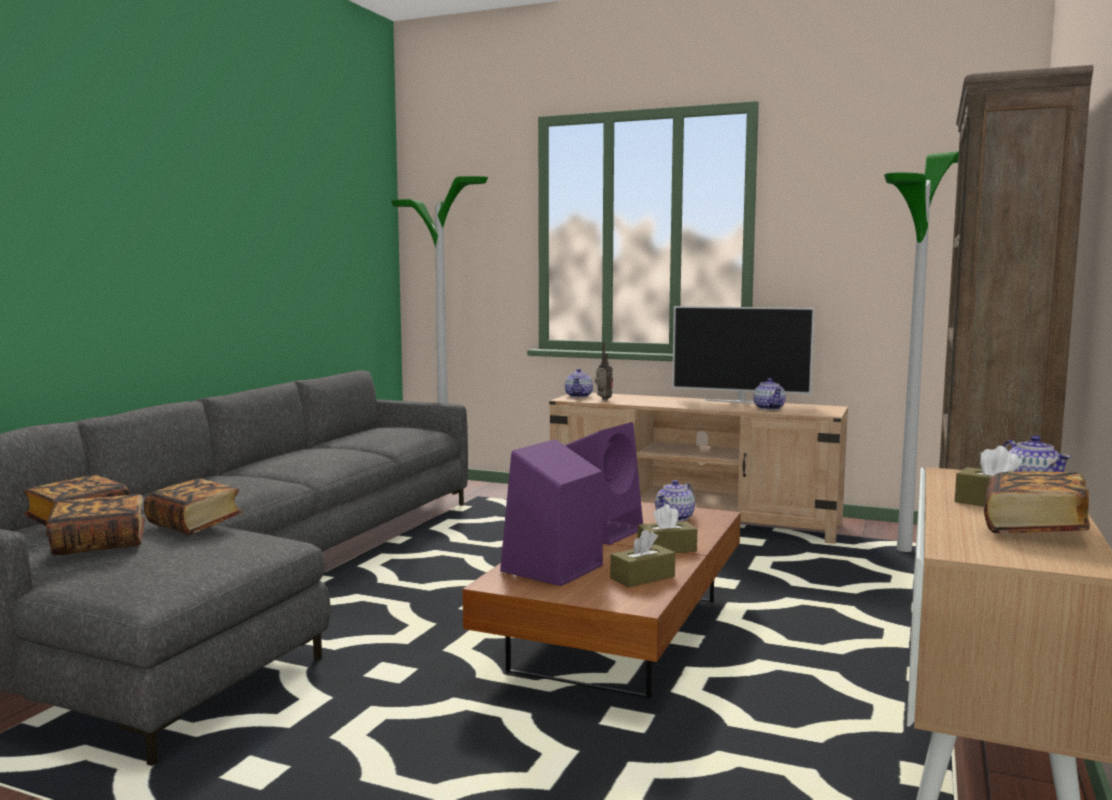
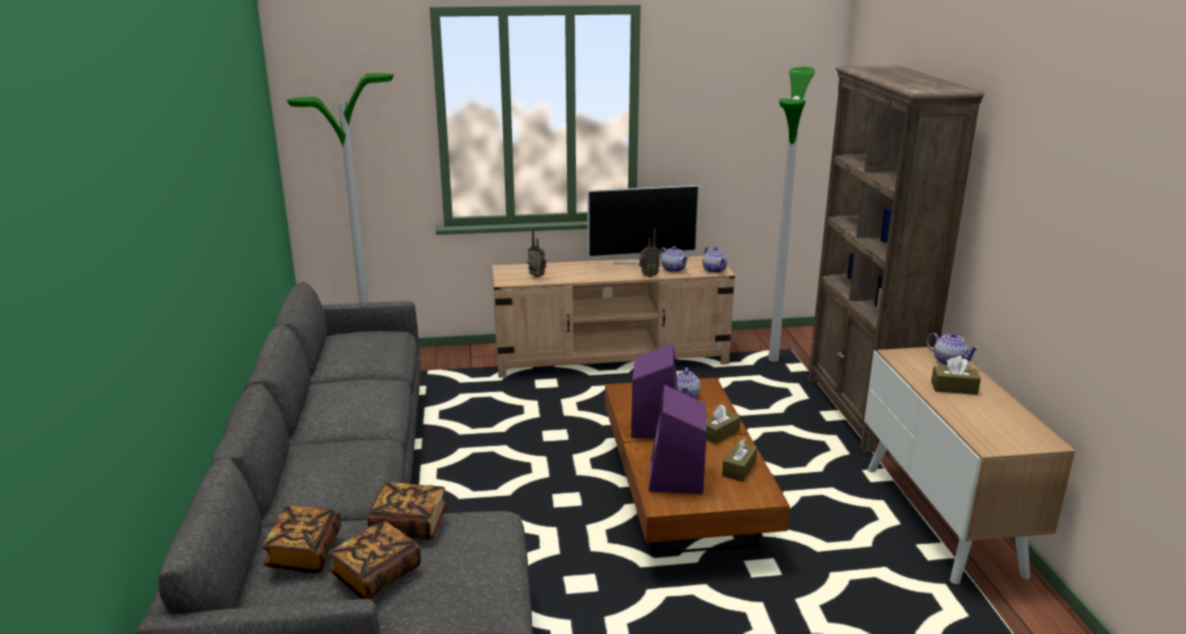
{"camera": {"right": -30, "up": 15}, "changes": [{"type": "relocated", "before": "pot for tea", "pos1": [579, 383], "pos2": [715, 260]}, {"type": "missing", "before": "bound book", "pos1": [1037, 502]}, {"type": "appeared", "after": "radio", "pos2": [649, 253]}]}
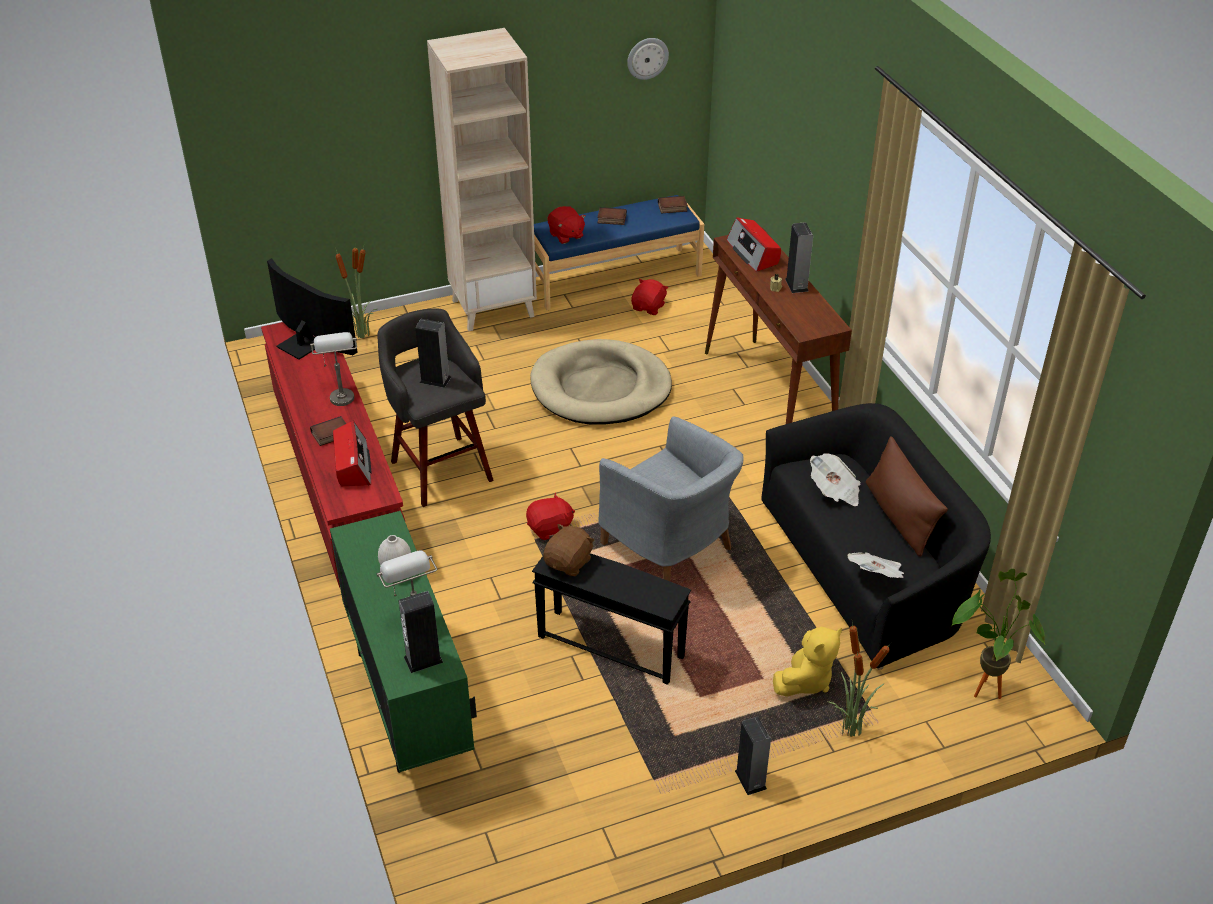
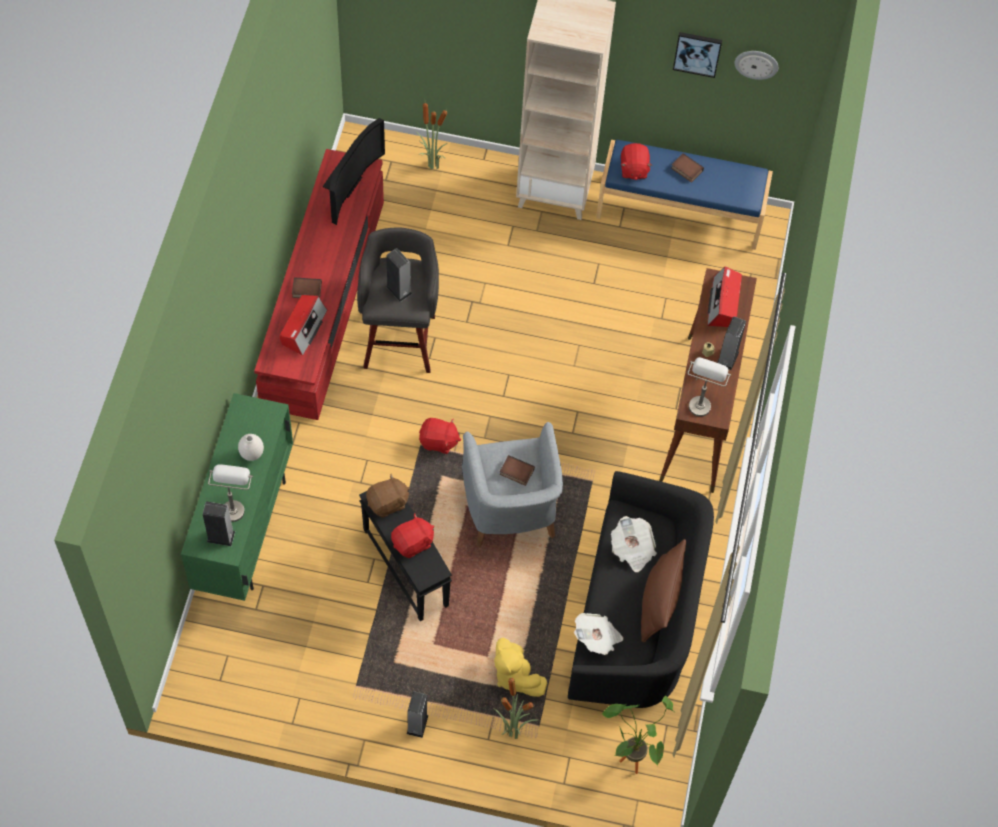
{"camera": {"right": 30, "up": 20}, "changes": [{"type": "relocated", "before": "bound book", "pos1": [673, 204], "pos2": [517, 470]}, {"type": "spun", "before": "TV set", "pos1": [312, 309], "pos2": [354, 171], "turn": 45}, {"type": "relocated", "before": "reddish plush toy", "pos1": [649, 297], "pos2": [412, 535]}, {"type": "relocated", "before": "grey tabletop lamp", "pos1": [333, 369], "pos2": [709, 387]}, {"type": "missing", "before": "sand-coloured dog cushion", "pos1": [601, 382]}, {"type": "spun", "before": "yellow plush toy", "pos1": [807, 661], "pos2": [520, 667], "turn": 75}, {"type": "appeared", "after": "wall picture", "pos2": [697, 55]}]}
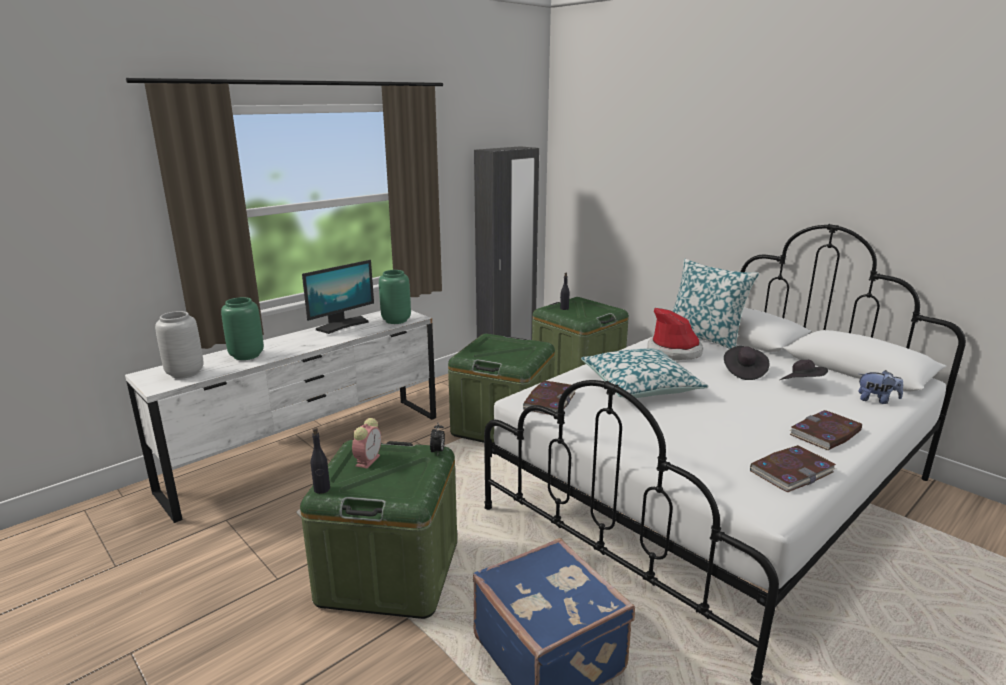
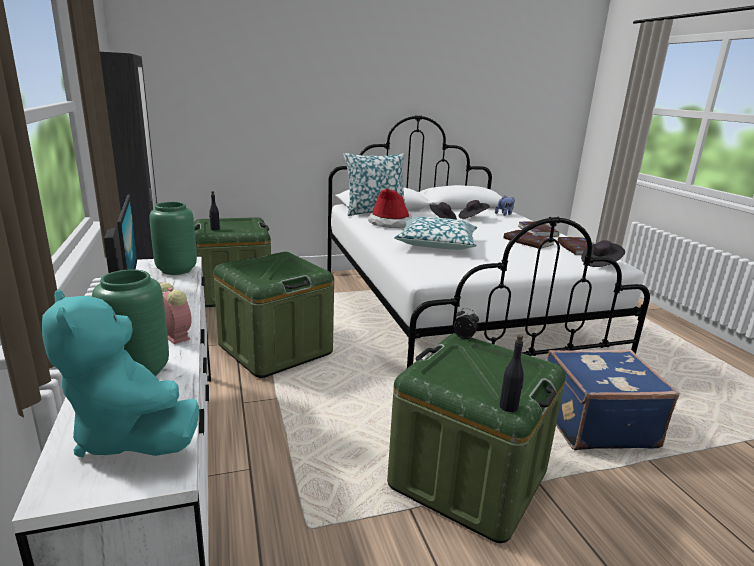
{"camera": {"right": -65, "up": 0}, "changes": [{"type": "exchanged", "before": "grey decorative vase", "after": "turquoise-coloured plush toy", "pos1": [179, 345], "pos2": [120, 373]}, {"type": "relocated", "before": "bound book", "pos1": [550, 397], "pos2": [529, 239]}, {"type": "relocated", "before": "bedside clock", "pos1": [366, 443], "pos2": [176, 313]}, {"type": "appeared", "after": "black-coloured hat", "pos2": [603, 253]}]}
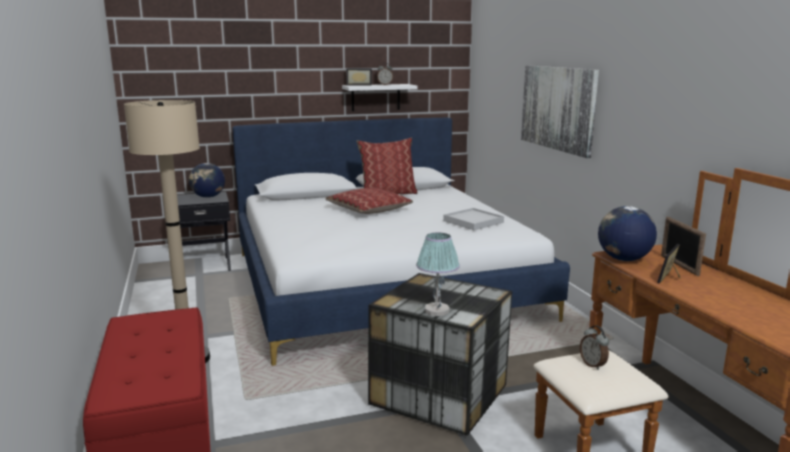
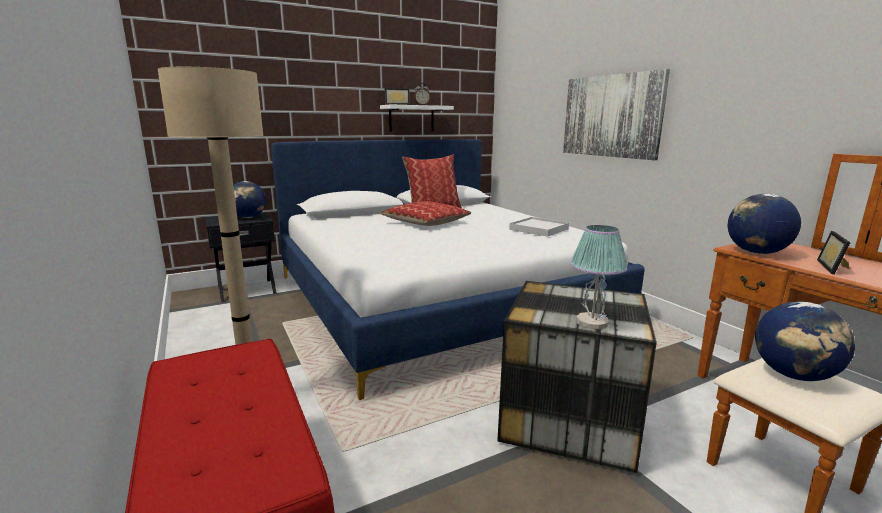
{"camera": {"right": -10, "up": 0}, "changes": [{"type": "missing", "before": "picture frame", "pos1": [683, 246]}, {"type": "exchanged", "before": "bedside clock", "after": "desk globe", "pos1": [594, 347], "pos2": [805, 341]}]}
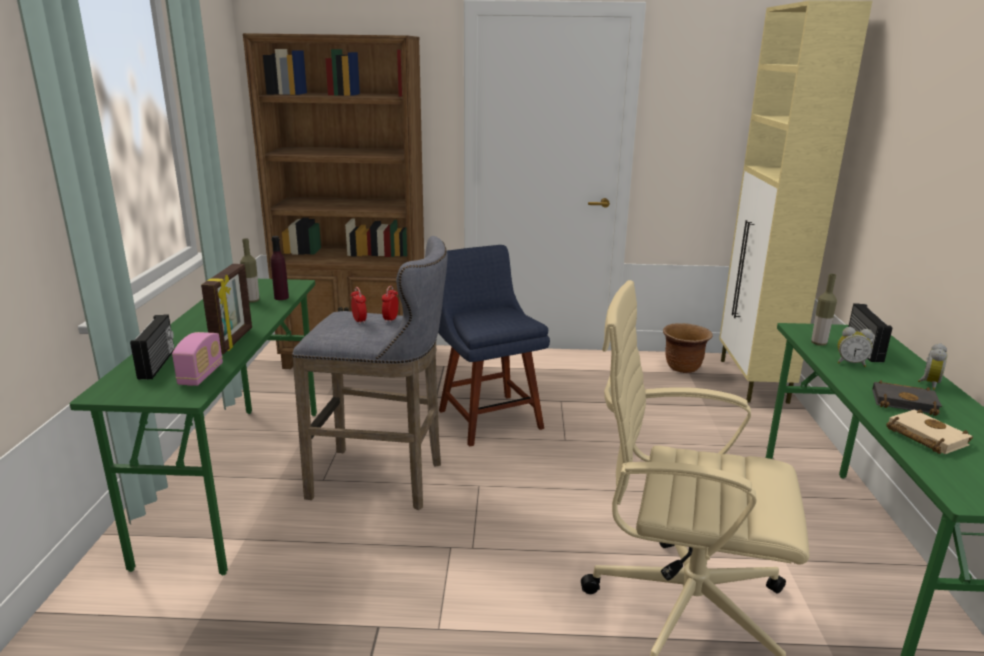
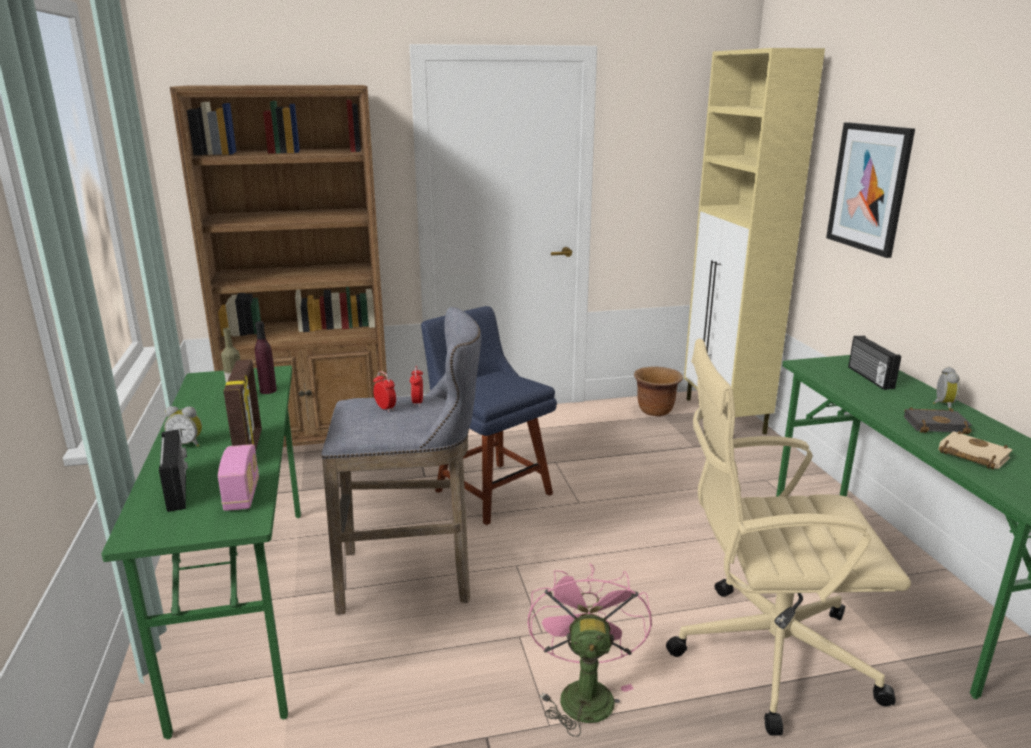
{"camera": {"right": -15, "up": 0}, "changes": [{"type": "missing", "before": "beverage bottle", "pos1": [824, 310]}, {"type": "relocated", "before": "bedside clock", "pos1": [855, 347], "pos2": [183, 426]}, {"type": "appeared", "after": "wall picture", "pos2": [870, 190]}, {"type": "appeared", "after": "pink-coloured cooling fan", "pos2": [590, 650]}]}
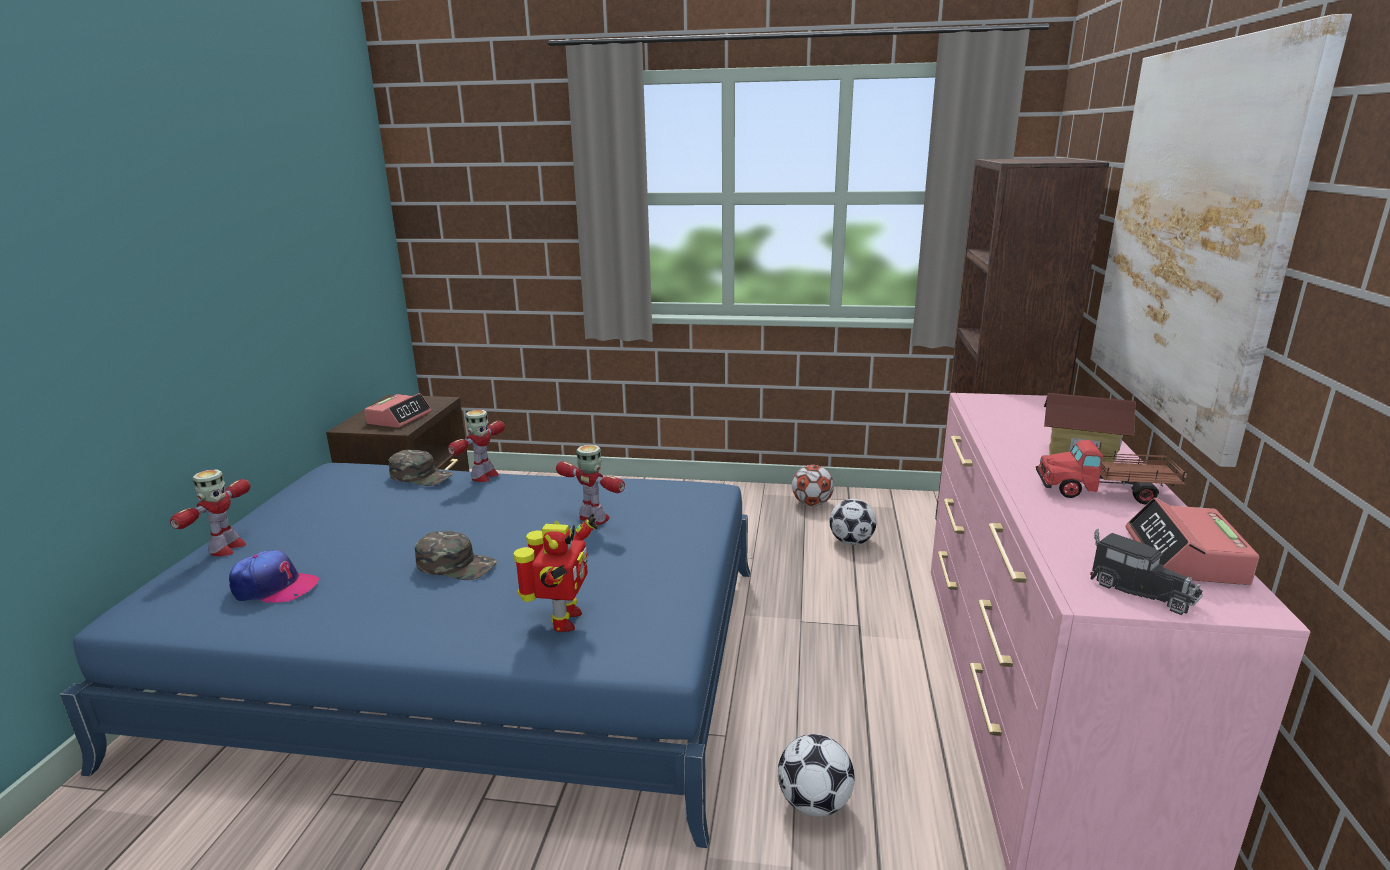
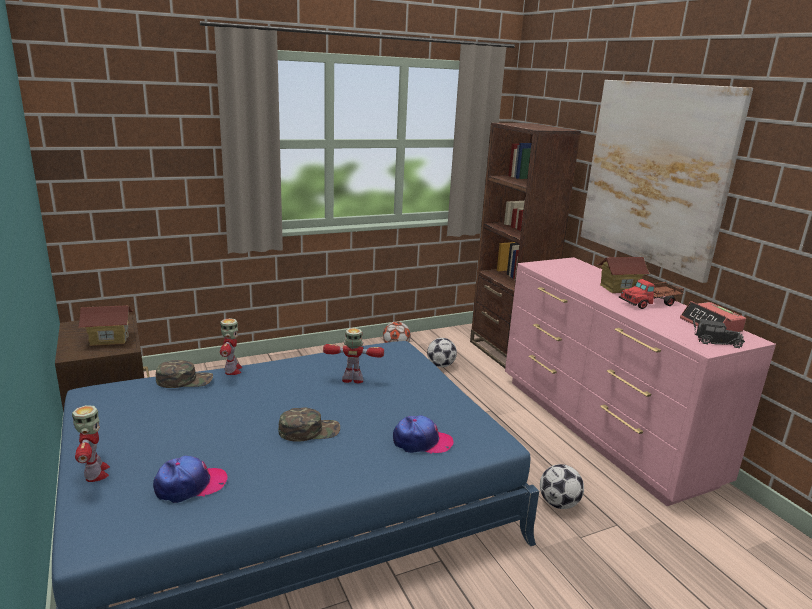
{"camera": {"right": -35, "up": 0}, "changes": [{"type": "exchanged", "before": "bedside clock", "after": "miniature house", "pos1": [398, 410], "pos2": [105, 325]}, {"type": "exchanged", "before": "toy robot", "after": "cap", "pos1": [556, 572], "pos2": [423, 434]}]}
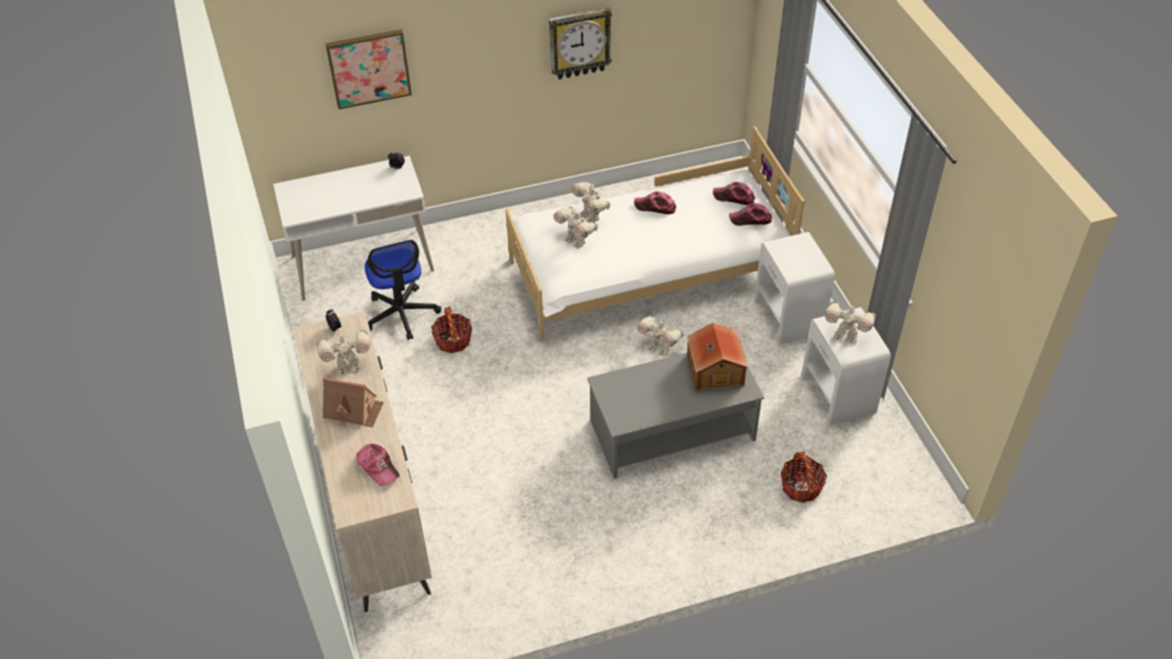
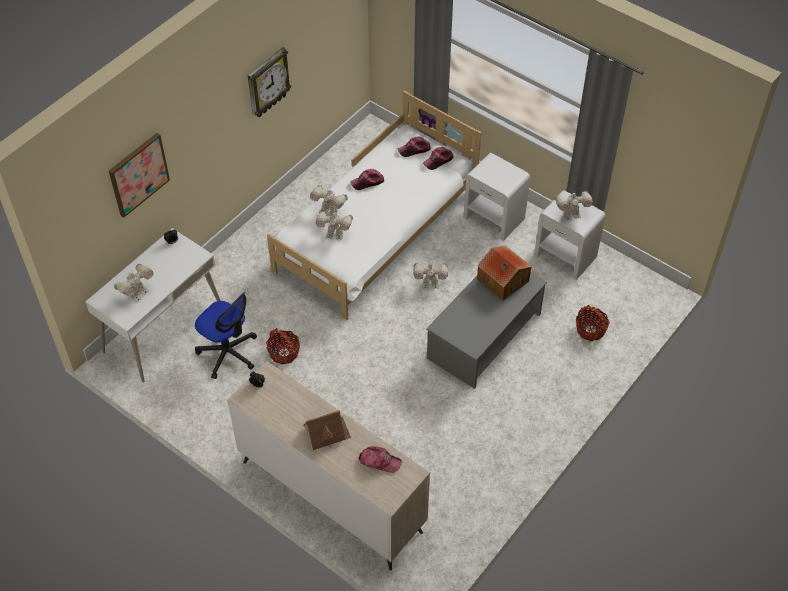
{"camera": {"right": -35, "up": 5}, "changes": [{"type": "relocated", "before": "toy robot", "pos1": [343, 352], "pos2": [134, 283]}]}
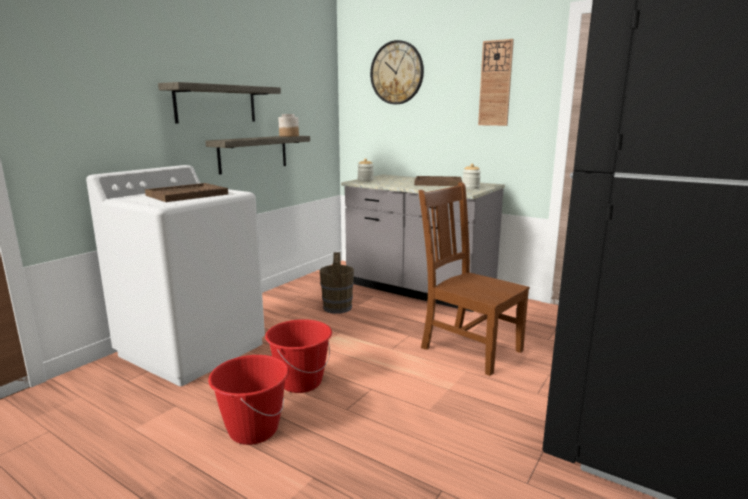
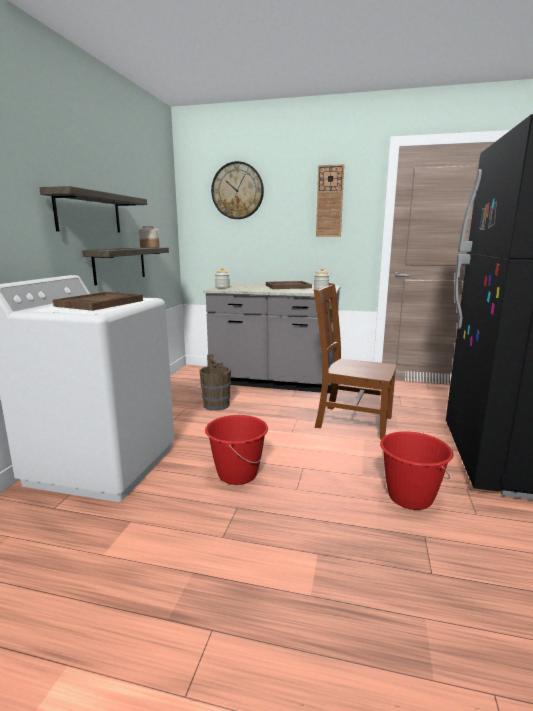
{"camera": {"right": -20, "up": 0}, "changes": [{"type": "relocated", "before": "reddish water bucket", "pos1": [248, 400], "pos2": [417, 470]}]}
